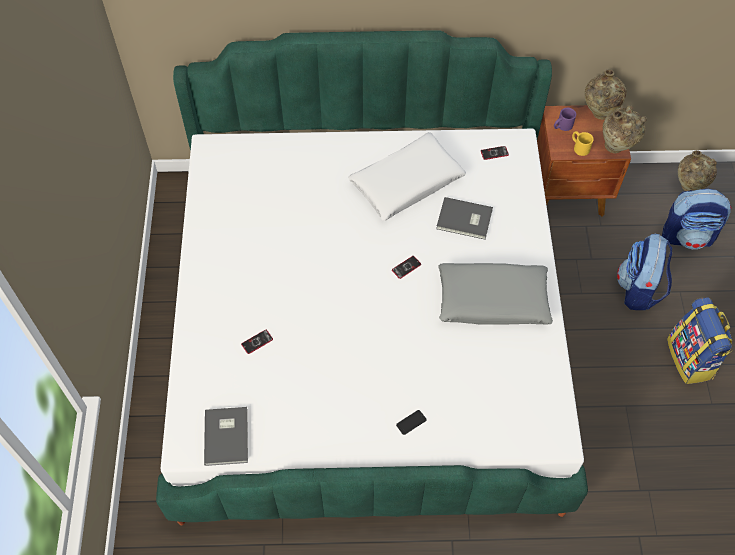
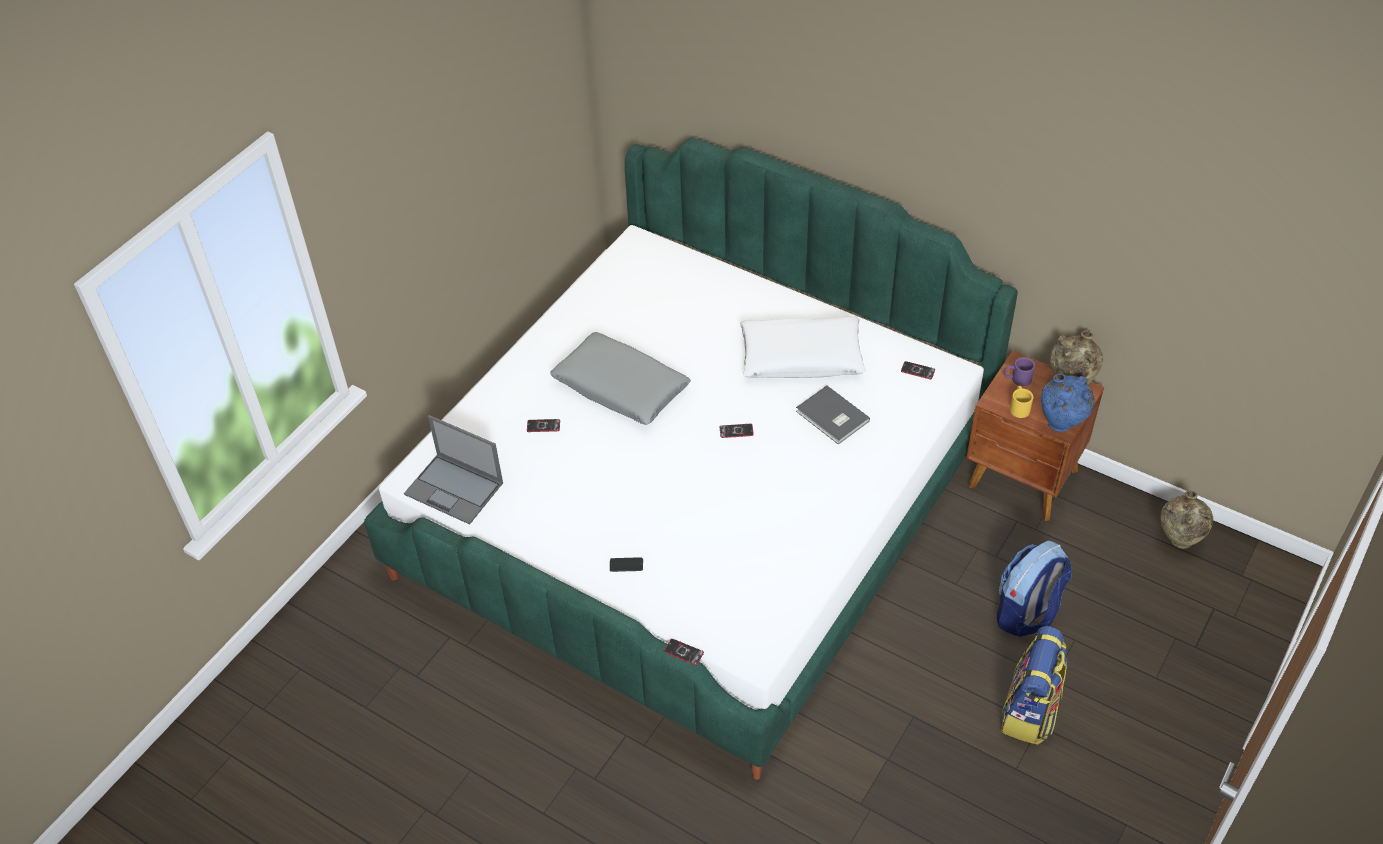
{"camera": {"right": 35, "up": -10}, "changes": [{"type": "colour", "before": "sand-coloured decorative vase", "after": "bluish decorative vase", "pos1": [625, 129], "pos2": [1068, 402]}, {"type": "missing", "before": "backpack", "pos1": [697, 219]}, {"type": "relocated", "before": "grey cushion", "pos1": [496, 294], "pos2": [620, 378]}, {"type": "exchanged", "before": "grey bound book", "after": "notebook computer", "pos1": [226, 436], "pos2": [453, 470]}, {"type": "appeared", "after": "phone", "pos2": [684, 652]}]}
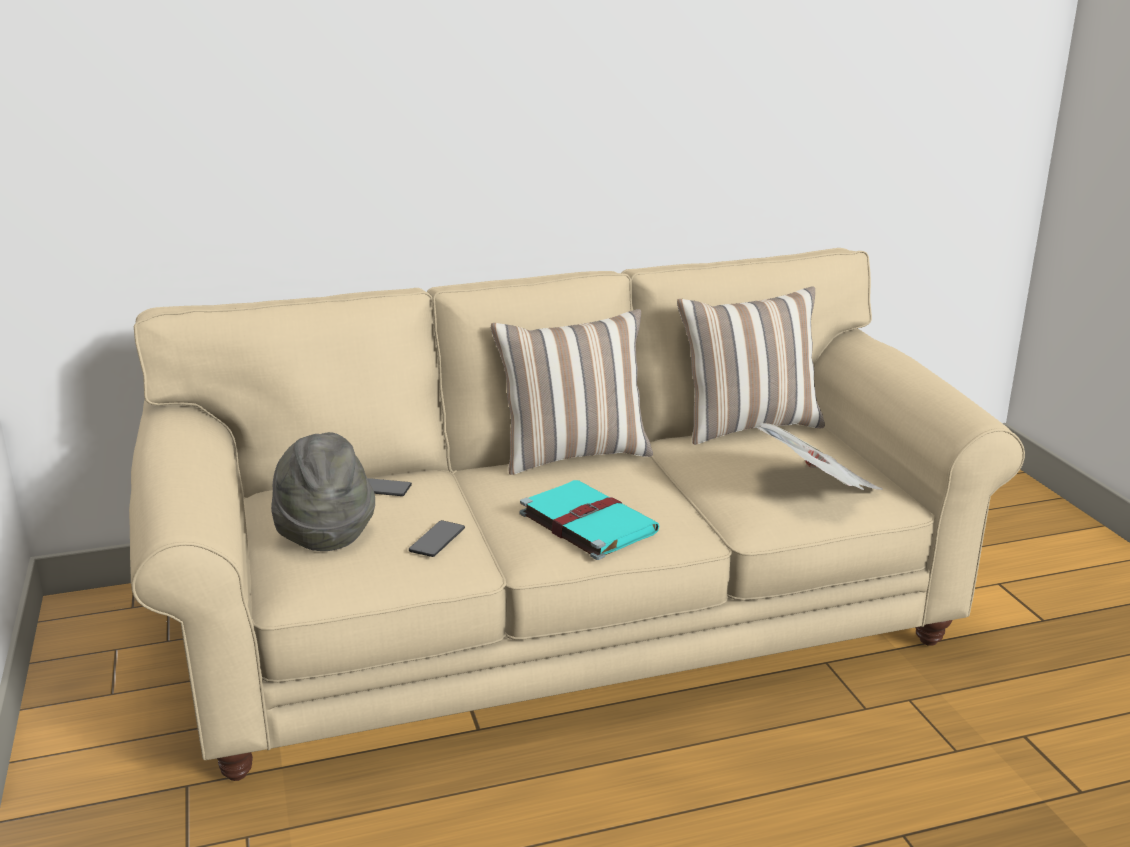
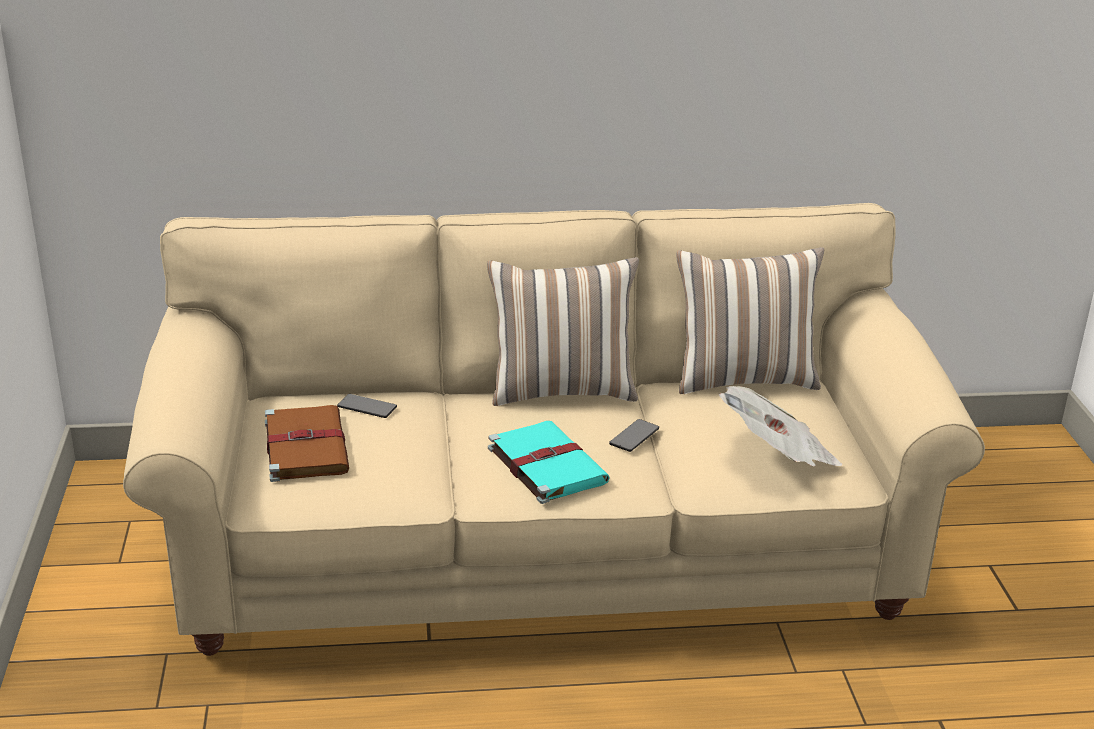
{"camera": {"right": 10, "up": 5}, "changes": [{"type": "exchanged", "before": "grey hat", "after": "brownish bound book", "pos1": [323, 491], "pos2": [307, 443]}, {"type": "relocated", "before": "phone", "pos1": [437, 538], "pos2": [634, 435]}]}
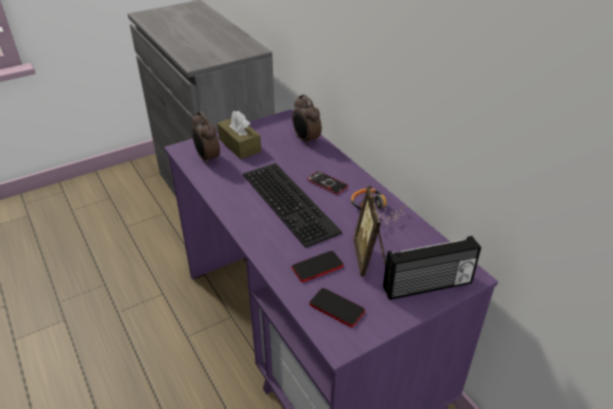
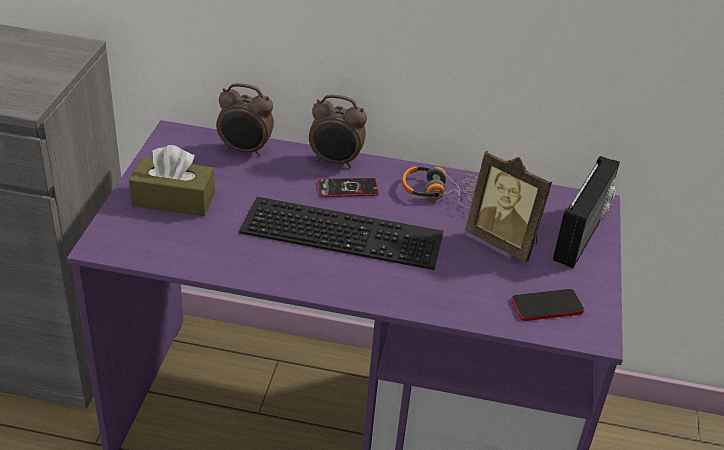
{"camera": {"right": -50, "up": 0}, "changes": [{"type": "relocated", "before": "bedside clock", "pos1": [206, 138], "pos2": [338, 131]}, {"type": "missing", "before": "phone", "pos1": [318, 266]}]}
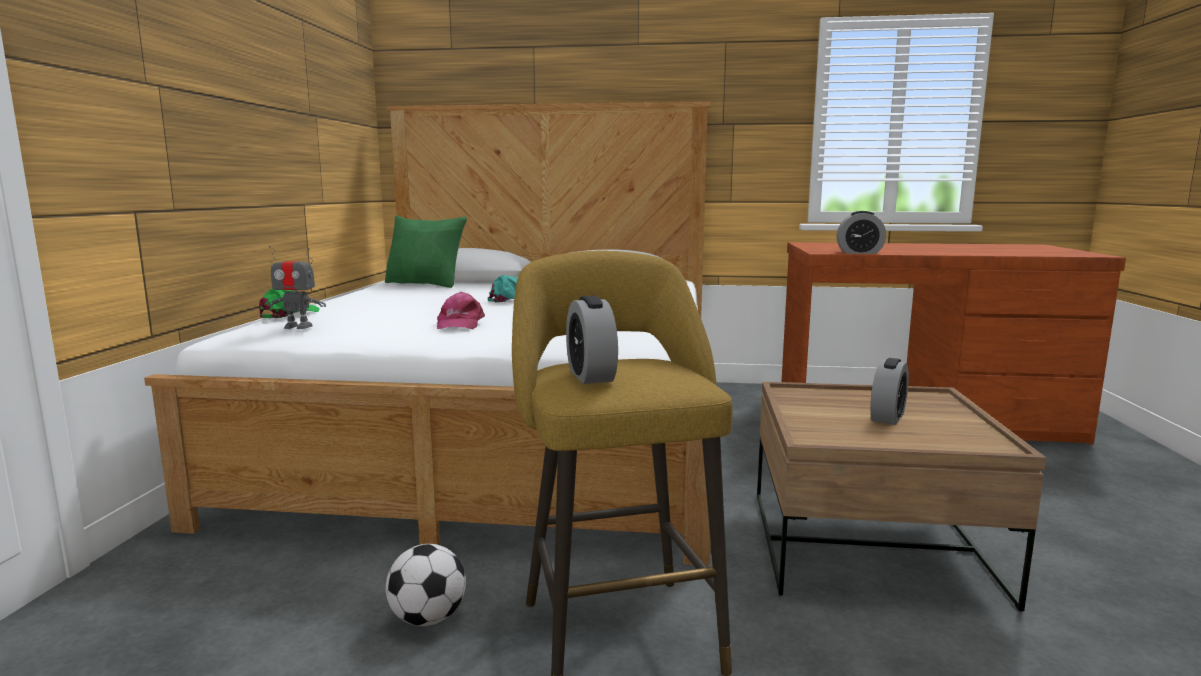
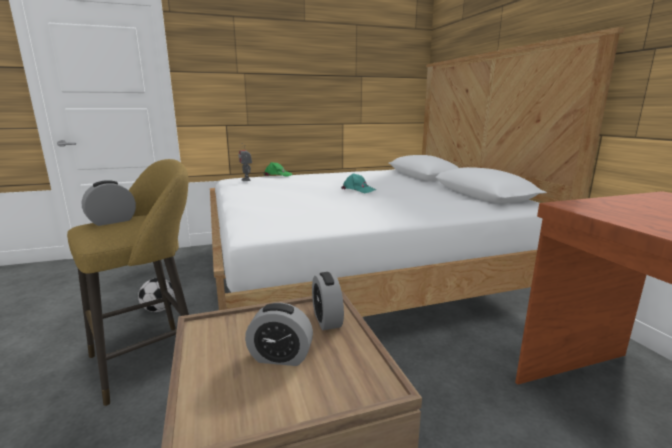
{"camera": {"right": 65, "up": 5}, "changes": [{"type": "relocated", "before": "bedside clock", "pos1": [861, 232], "pos2": [328, 301]}, {"type": "missing", "before": "green cushion", "pos1": [426, 252]}, {"type": "missing", "before": "pink-coloured cap", "pos1": [461, 310]}]}
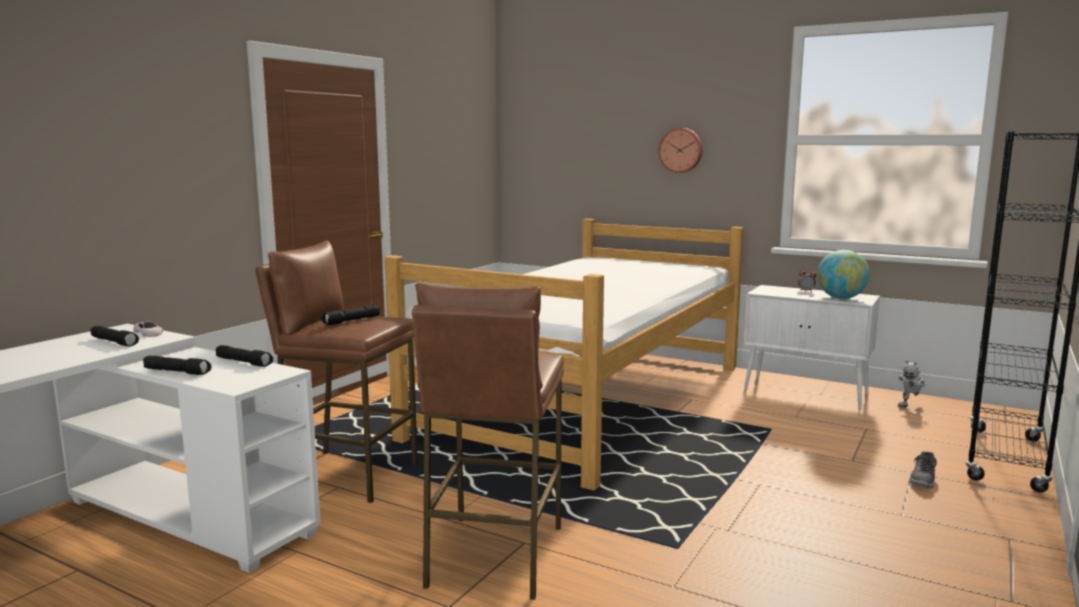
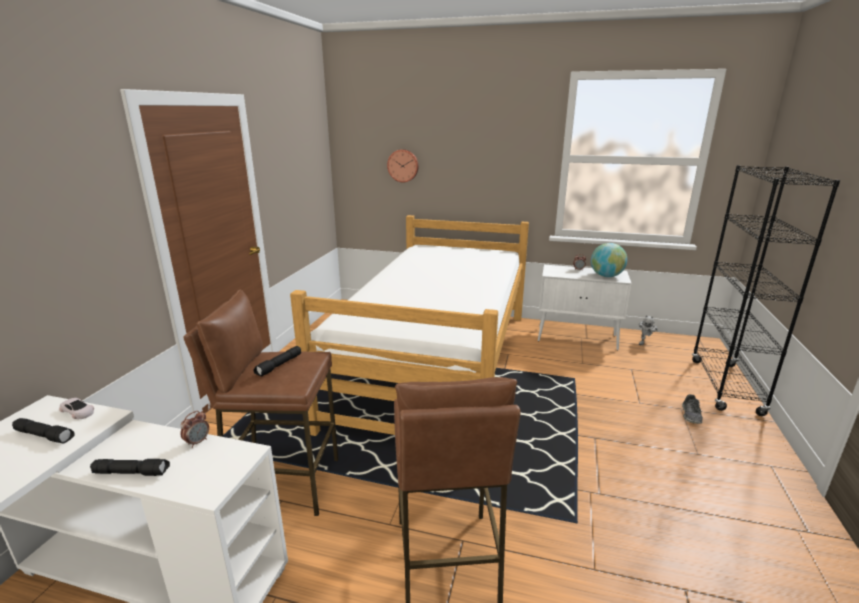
{"camera": {"right": -15, "up": 10}, "changes": [{"type": "relocated", "before": "hanging clock", "pos1": [680, 150], "pos2": [403, 165]}, {"type": "exchanged", "before": "black-coloured flashlight", "after": "bedside clock", "pos1": [244, 356], "pos2": [194, 429]}]}
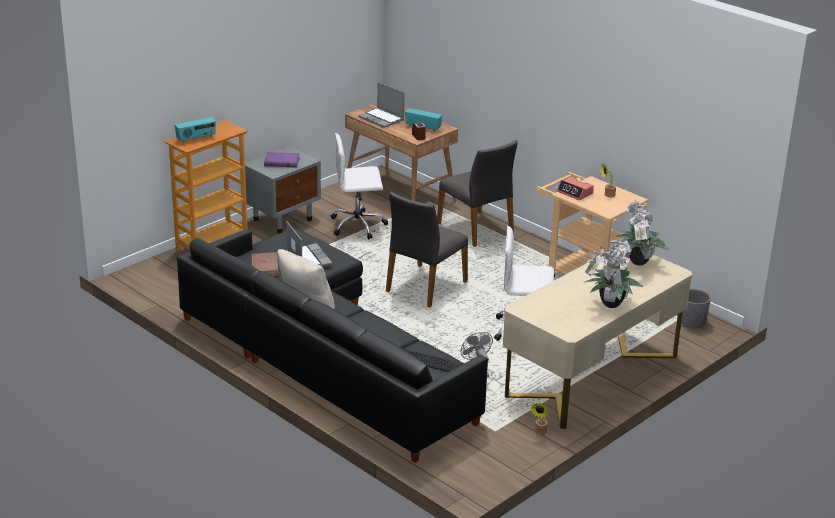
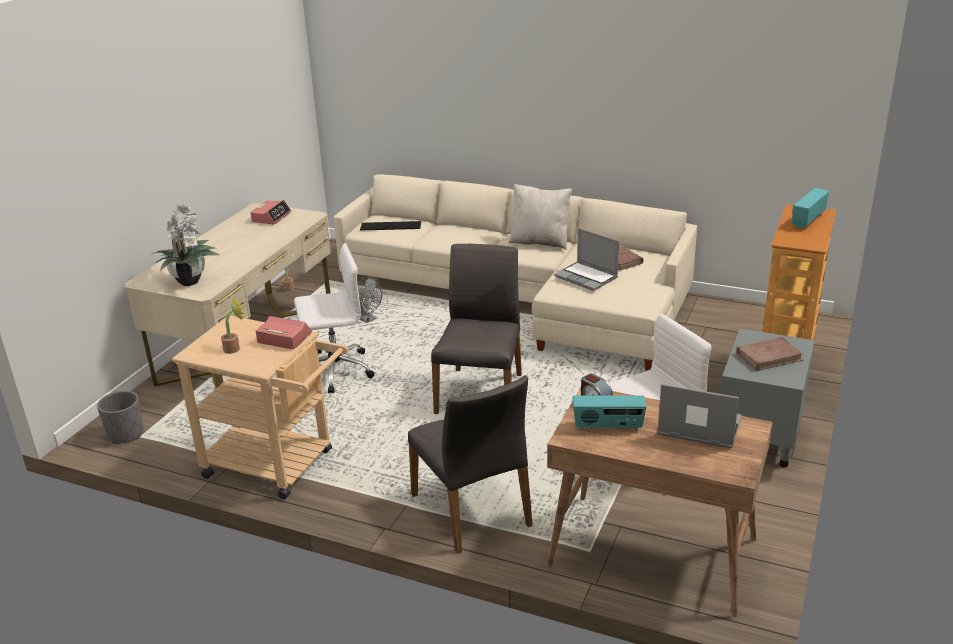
{"camera": {"right": 160, "up": 0}, "changes": [{"type": "spun", "before": "grey upright chair", "pos1": [477, 193], "pos2": [470, 464], "turn": -150}, {"type": "colour", "before": "purple bound book", "after": "brownish bound book", "pos1": [282, 160], "pos2": [769, 354]}, {"type": "colour", "before": "black-coloured settee", "after": "sand-coloured settee", "pos1": [332, 345], "pos2": [515, 272]}, {"type": "missing", "before": "houseplant", "pos1": [613, 274]}, {"type": "appeared", "after": "bedside clock", "pos2": [270, 212]}]}
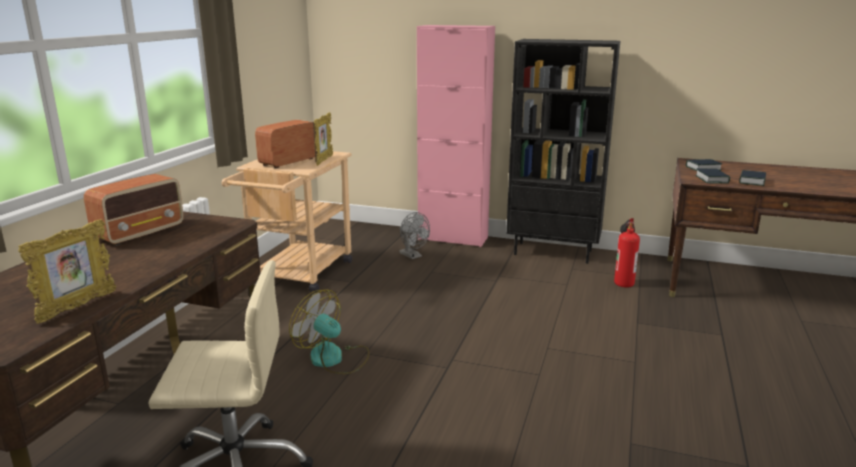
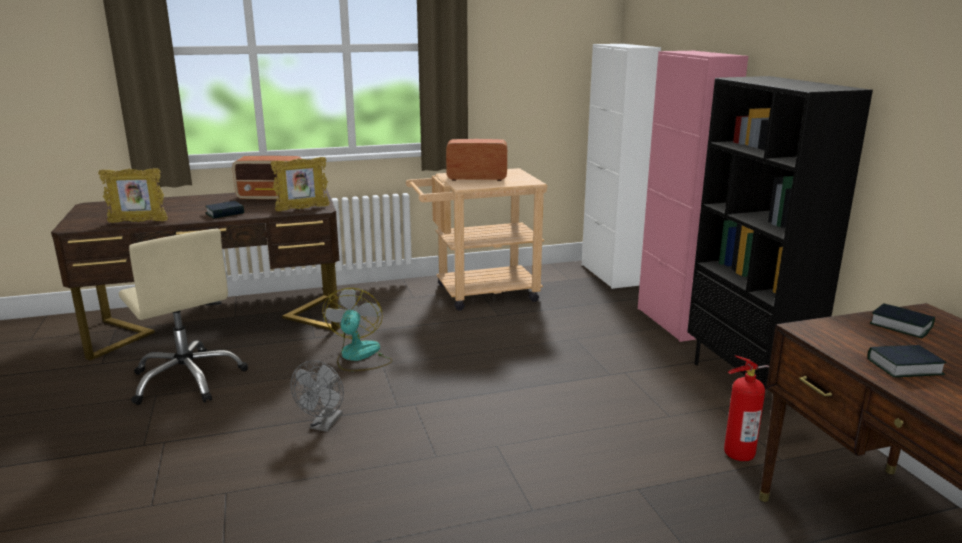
{"camera": {"right": 55, "up": 0}, "changes": [{"type": "relocated", "before": "picture frame", "pos1": [323, 139], "pos2": [300, 184]}, {"type": "relocated", "before": "bound book", "pos1": [712, 176], "pos2": [225, 210]}, {"type": "relocated", "before": "grey cooling fan", "pos1": [414, 235], "pos2": [317, 396]}, {"type": "appeared", "after": "whitish cupboard", "pos2": [621, 166]}]}
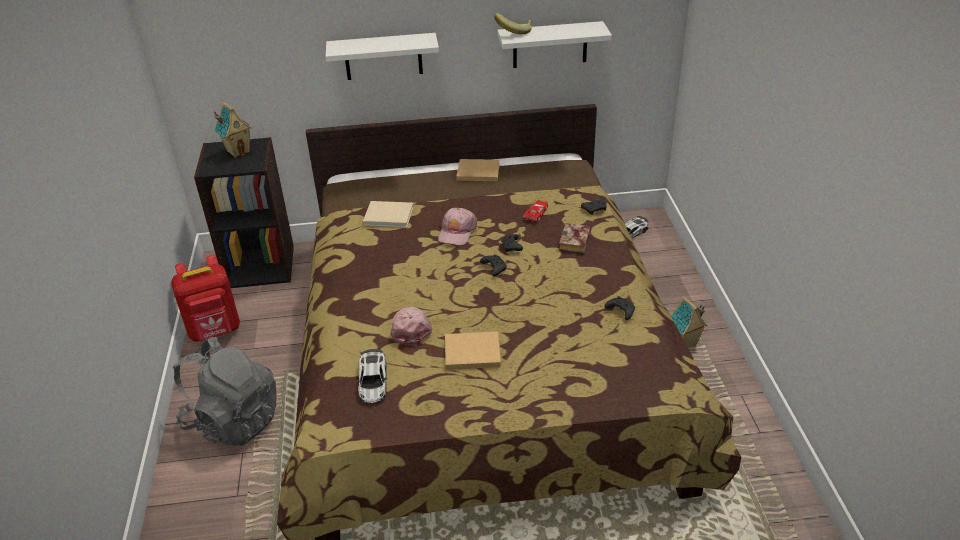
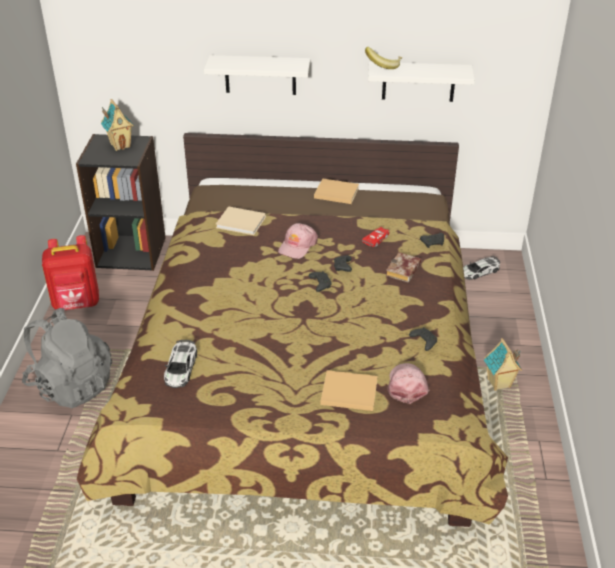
{"camera": {"right": 10, "up": 0}, "changes": [{"type": "relocated", "before": "pink-coloured cap", "pos1": [412, 326], "pos2": [408, 383]}, {"type": "relocated", "before": "sand-coloured bound book", "pos1": [473, 350], "pos2": [349, 390]}]}
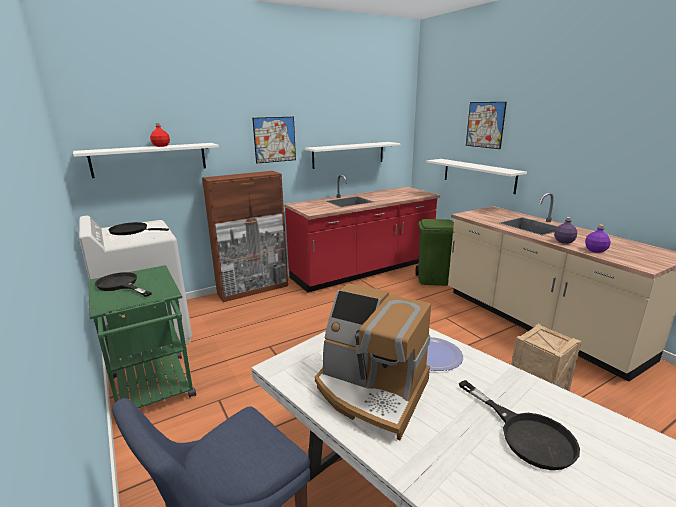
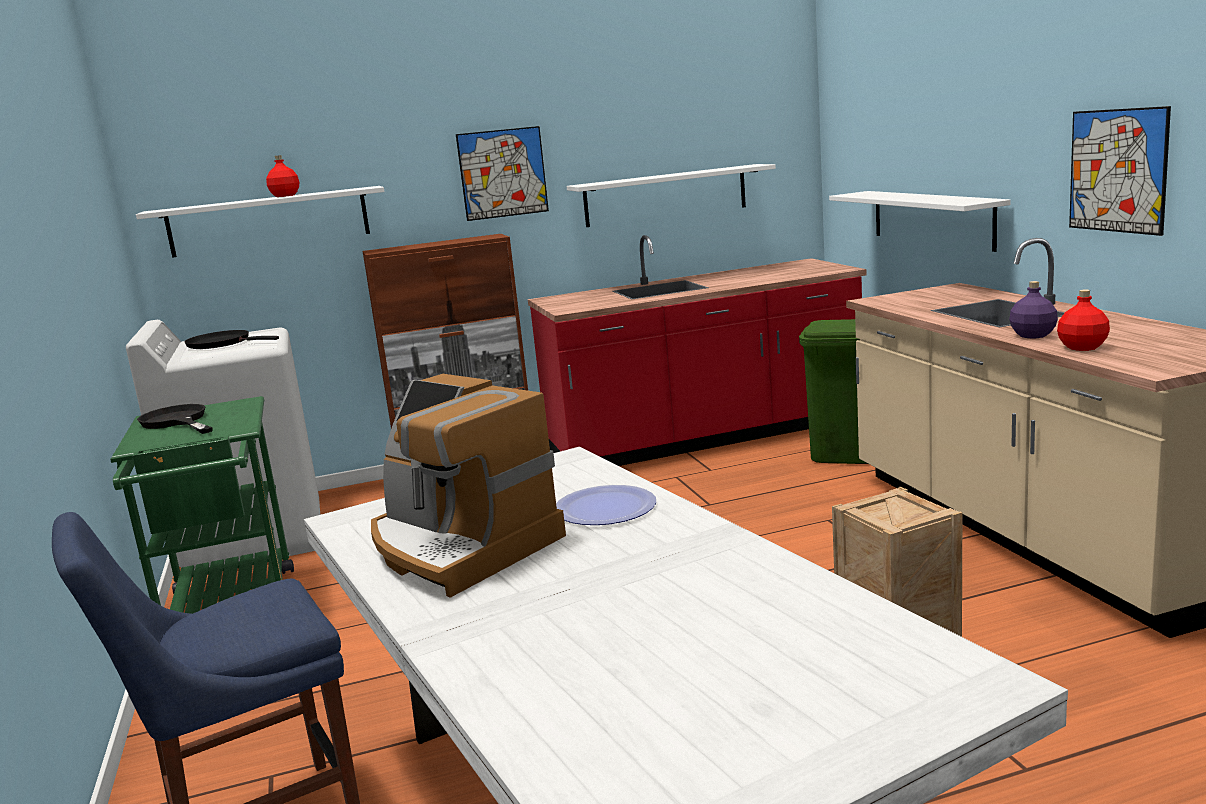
{"camera": {"right": 15, "up": -5}, "changes": [{"type": "relocated", "before": "wall picture", "pos1": [486, 125], "pos2": [1120, 171]}, {"type": "colour", "before": "purple beverage bottle", "after": "reddish beverage bottle", "pos1": [598, 239], "pos2": [1083, 320]}, {"type": "missing", "before": "black-coloured pan", "pos1": [519, 425]}]}
